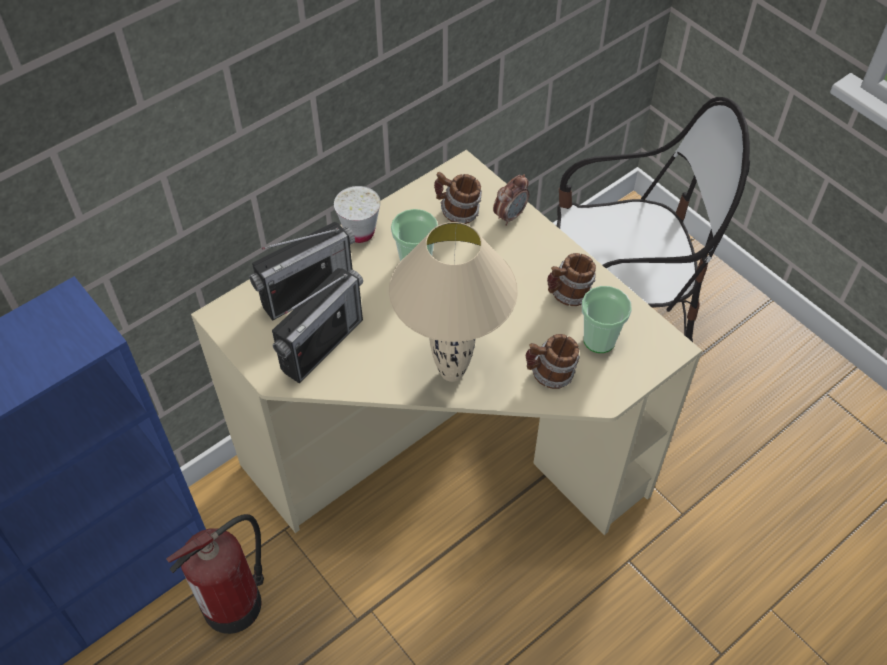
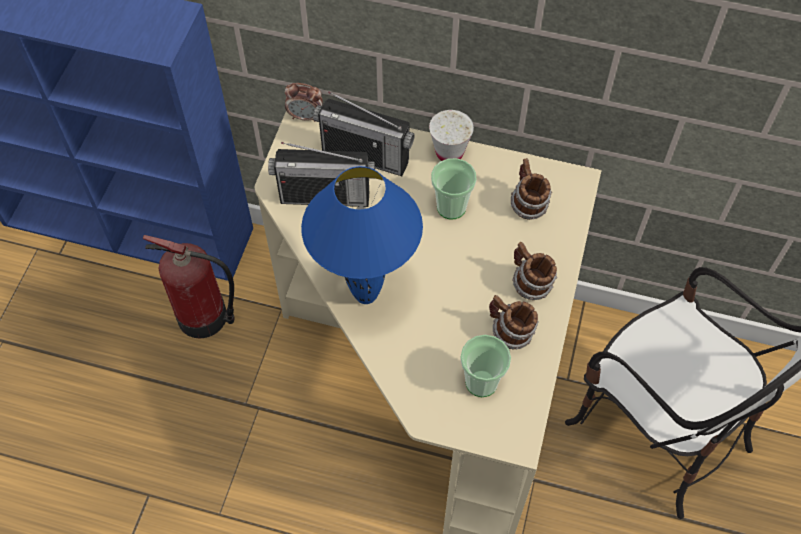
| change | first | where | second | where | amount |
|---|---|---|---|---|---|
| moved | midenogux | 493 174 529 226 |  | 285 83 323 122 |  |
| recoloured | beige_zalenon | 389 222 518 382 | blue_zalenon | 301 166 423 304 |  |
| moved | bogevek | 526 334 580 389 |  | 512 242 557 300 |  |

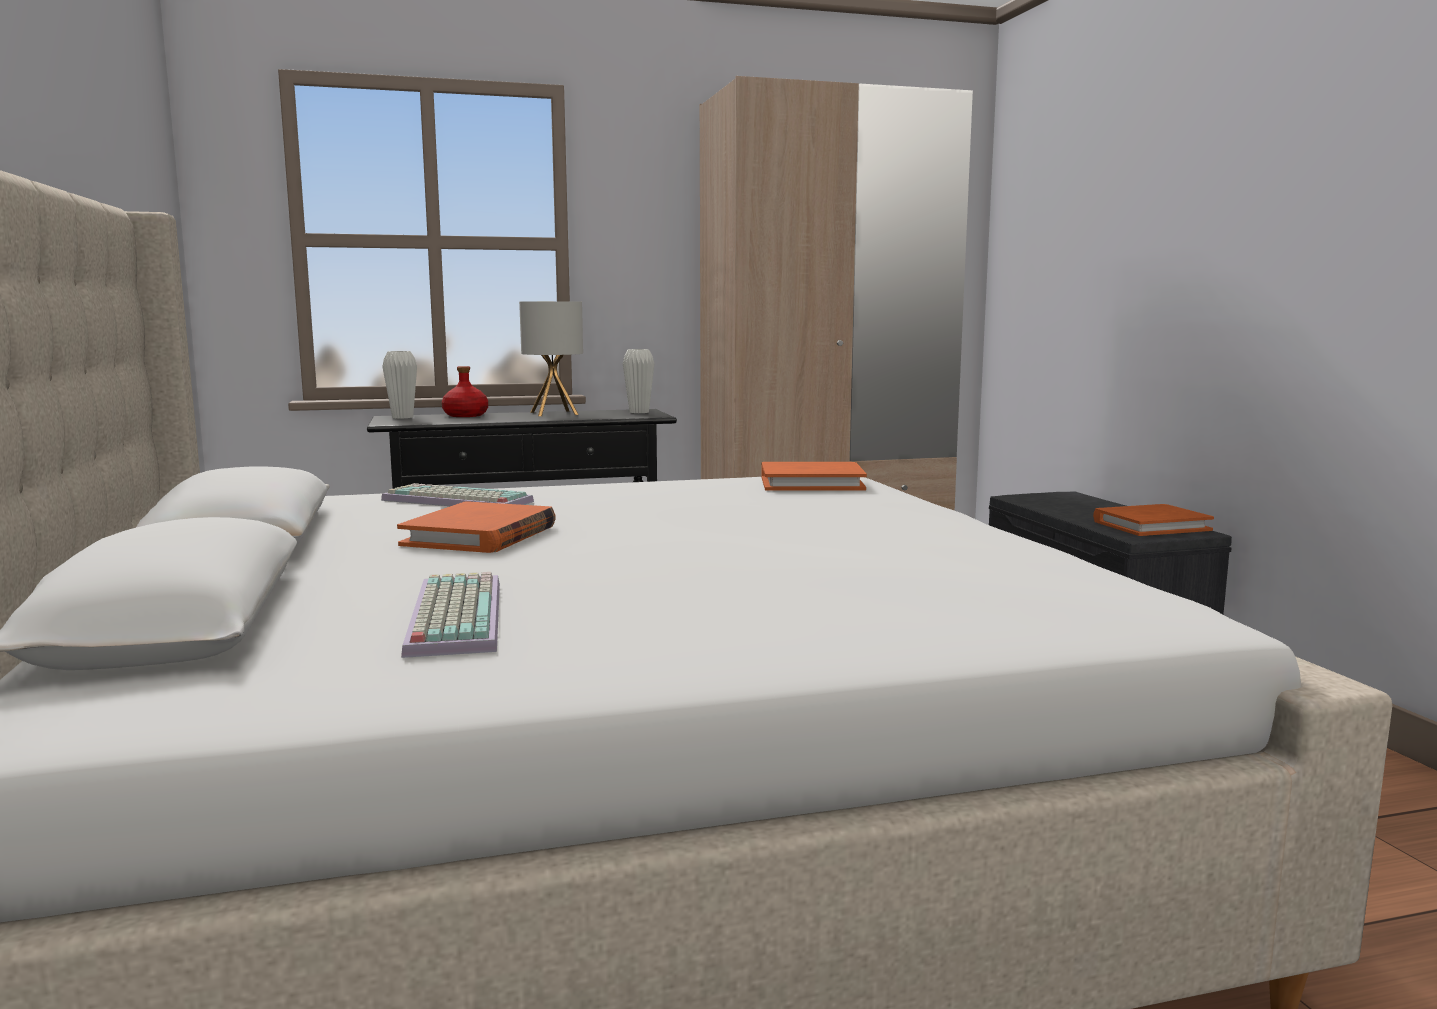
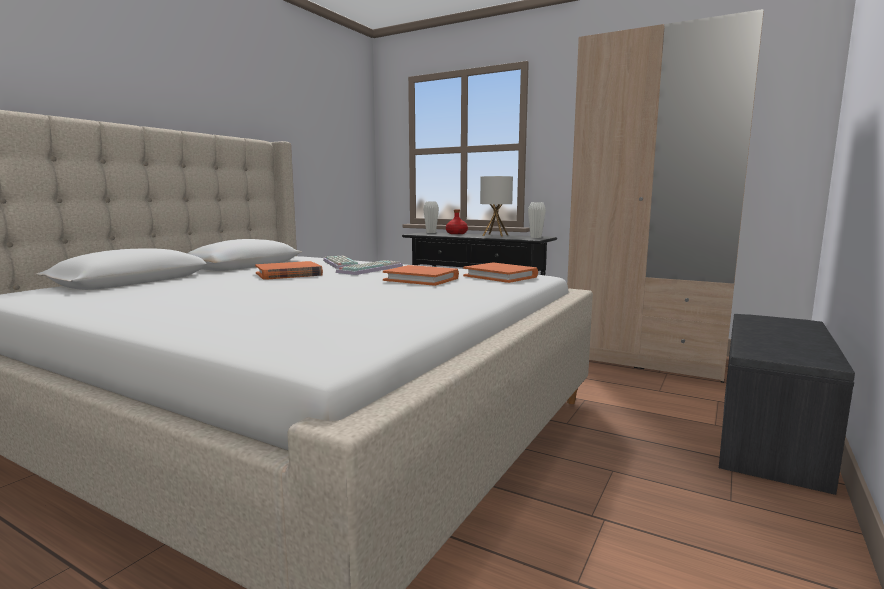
| change | first | where | second | where | amount |
|---|---|---|---|---|---|
| moved | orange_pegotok | 1093 504 1214 536 |  | 383 265 459 286 |  |
| moved | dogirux | 401 572 500 658 |  | 336 260 403 275 |  |

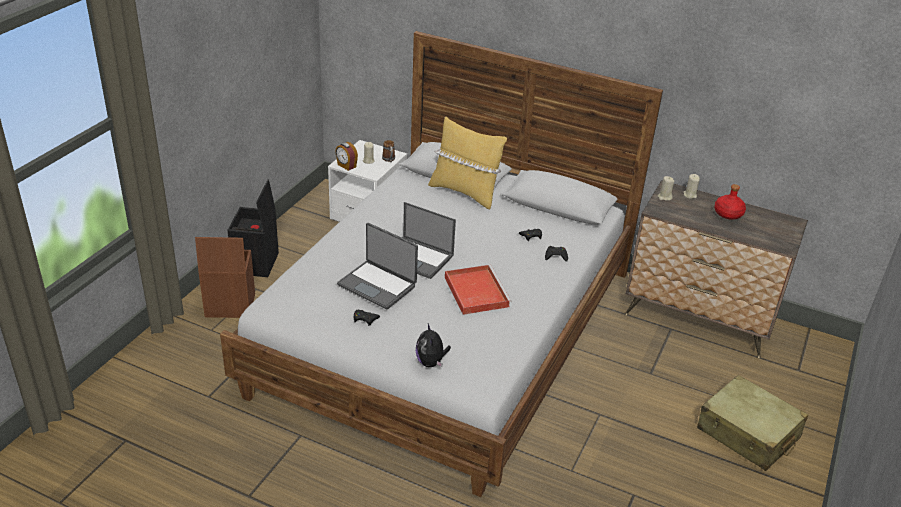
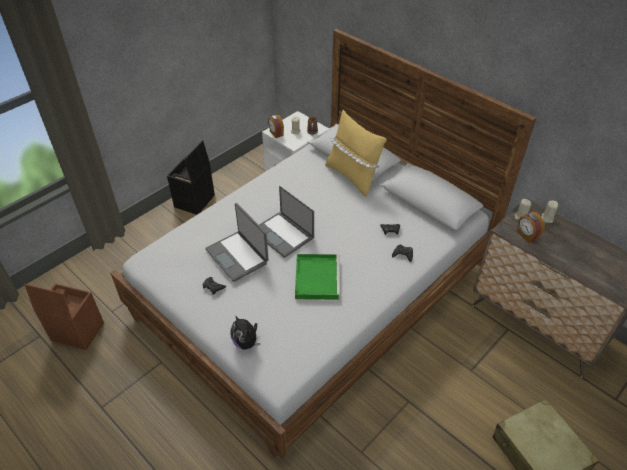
| change | first | where | second | where | amount |
|---|---|---|---|---|---|
| removed | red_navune | 714 184 746 219 |  |  |  |
| moved | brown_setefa | 195 237 255 318 |  | 25 283 104 350 |  |
| recoloured | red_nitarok | 445 265 512 315 | green_nitarok | 295 254 340 300 |  |
| turned | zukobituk | 416 323 451 367 |  | 231 315 260 350 | 45 degrees counterclockwise |
| added |  |  | midenogux | 517 212 545 243 |  |

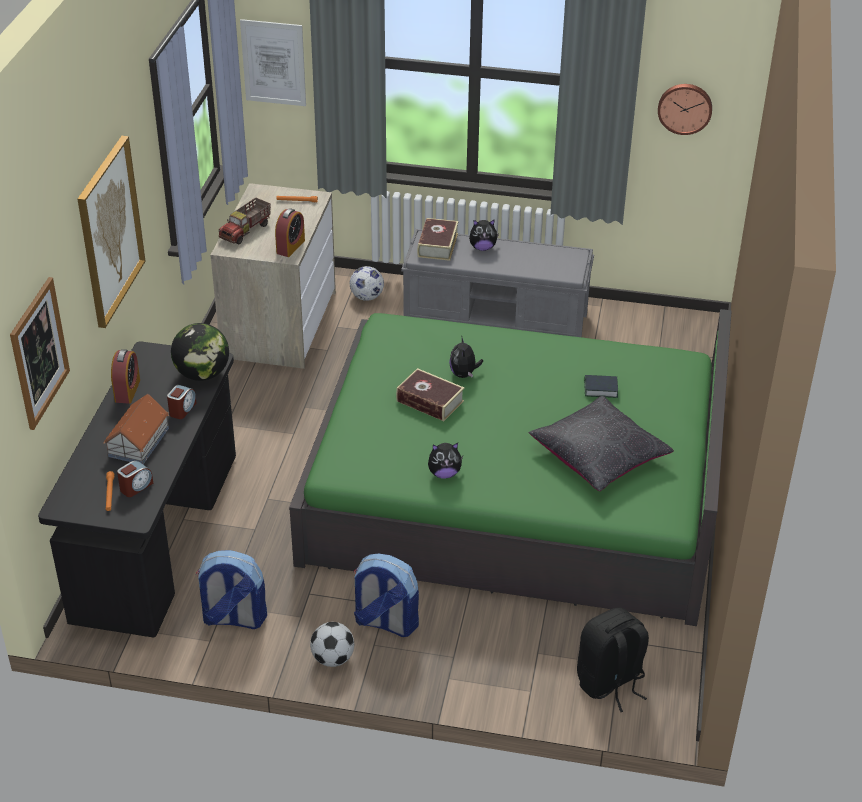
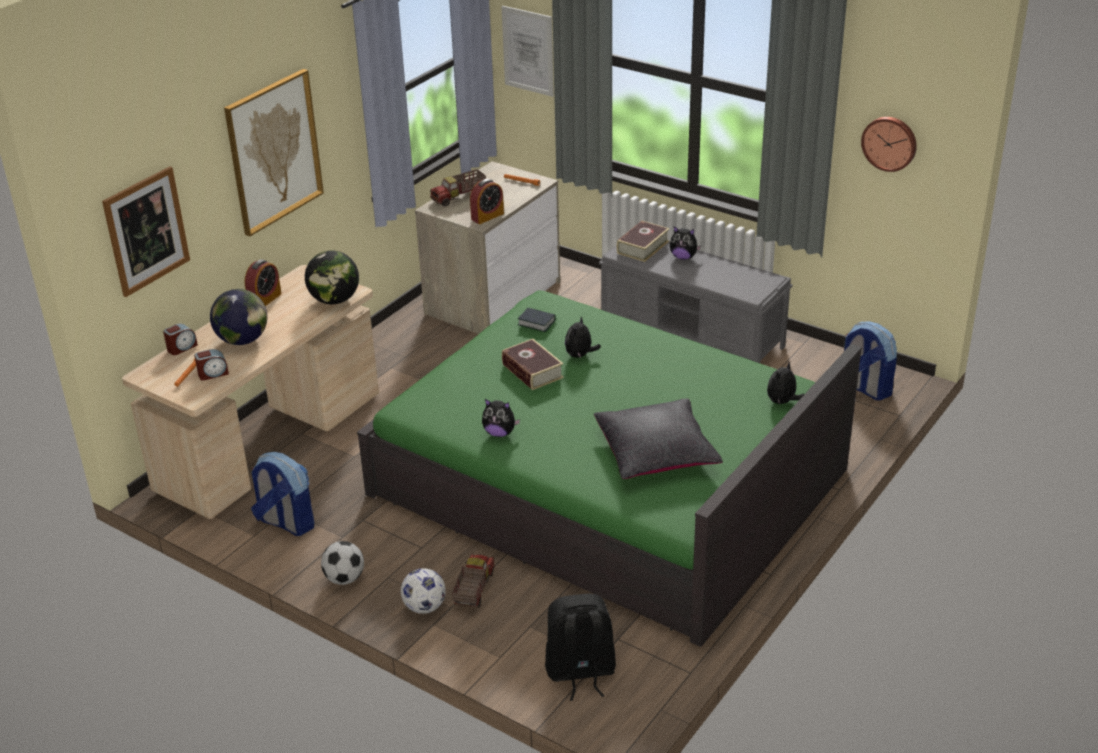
| change | first | where | second | where | amount |
|---|---|---|---|---|---|
| moved | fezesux | 350 266 384 301 |  | 401 568 446 614 |  |
| recoloured | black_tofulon | 38 342 236 637 | beige_tofulon | 122 265 379 519 |  |
| moved | pegotok | 584 375 618 398 |  | 518 308 556 332 |  |
| moved | midenogux | 167 385 196 419 |  | 163 324 198 355 |  |
| replaced | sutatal | 104 394 169 465 | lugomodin | 210 289 267 345 |  |
| moved | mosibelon | 353 554 419 637 |  | 844 321 897 400 |  |
| added |  |  | zukobituk | 767 362 804 404 |  |
| added |  |  | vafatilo | 452 554 495 607 |  |

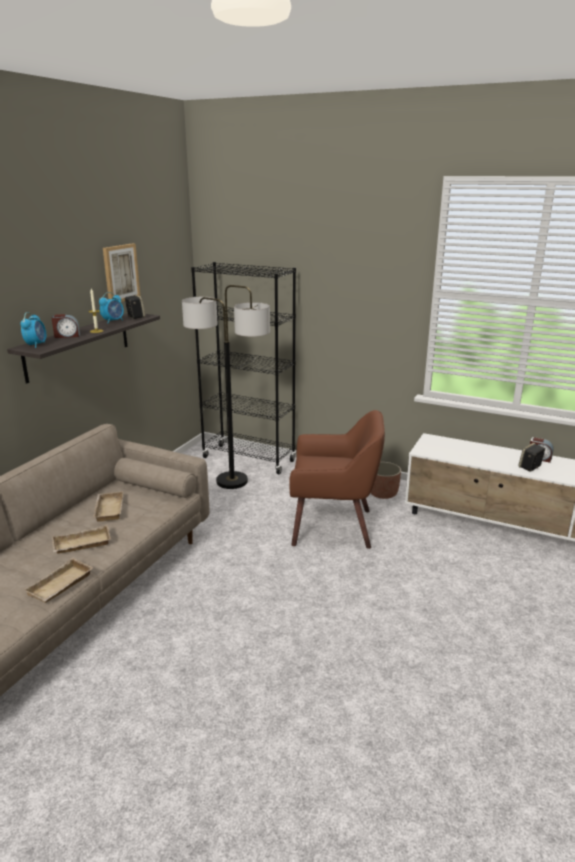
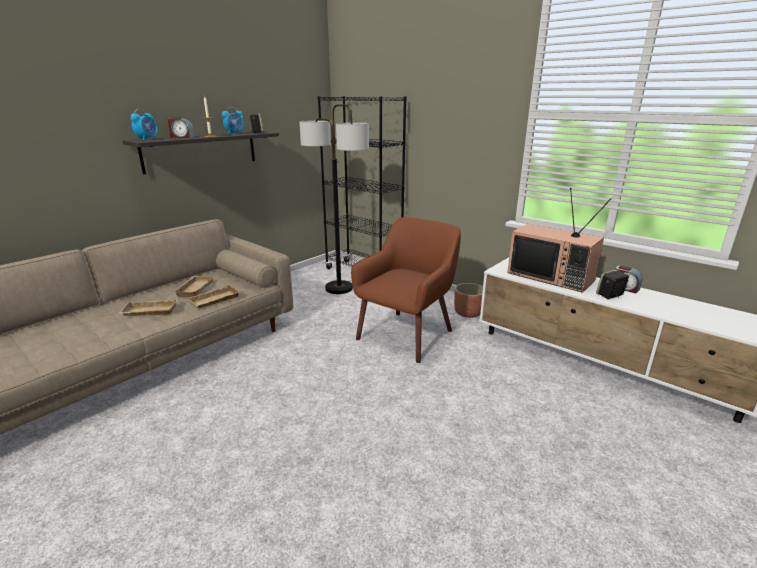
| change | first | where | second | where | amount |
|---|---|---|---|---|---|
| removed | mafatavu | 103 243 141 302 |  |  |  |
| turned | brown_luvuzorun | 289 410 385 549 |  | 351 217 461 363 | 75 degrees counterclockwise |
| moved | beige_nitarok | 24 558 94 603 |  | 187 284 241 309 |  |
| added |  |  | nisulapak | 507 188 611 293 |  |

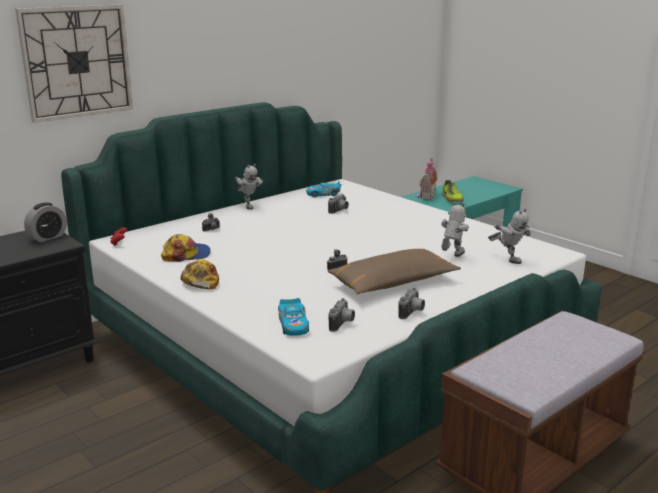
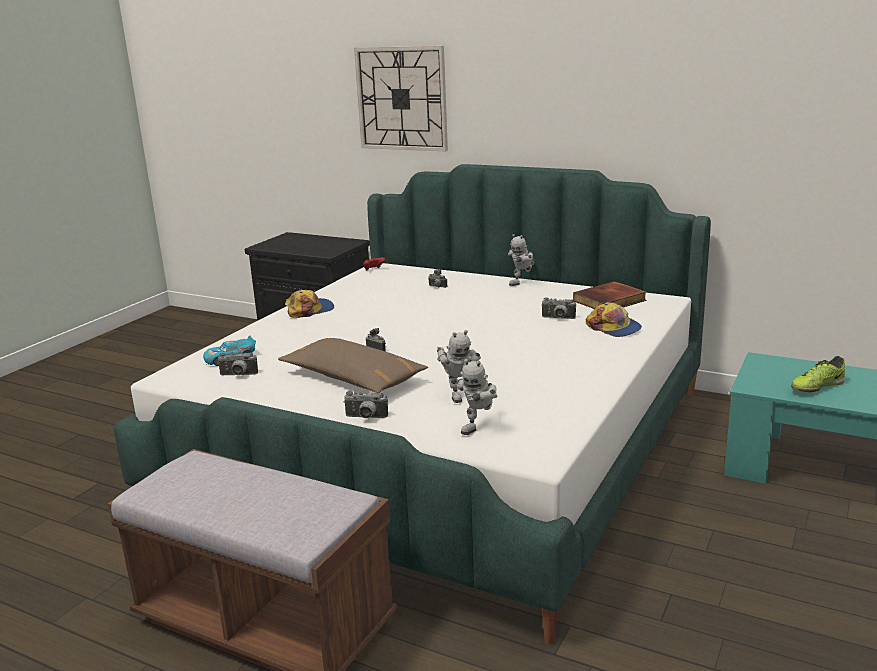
| change | first | where | second | where | amount |
|---|---|---|---|---|---|
| removed | sutatal | 417 158 437 200 |  |  |  |
| replaced | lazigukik | 306 181 342 197 | pegotok | 573 281 646 309 |  |
| removed | midenogux | 24 202 67 242 |  |  |  |
| turned | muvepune | 441 202 469 257 |  | 437 330 481 403 | 60 degrees clockwise |
| moved | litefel | 161 234 211 262 |  | 586 302 642 337 |  |
| moved | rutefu | 398 288 425 319 |  | 343 391 388 419 |  |

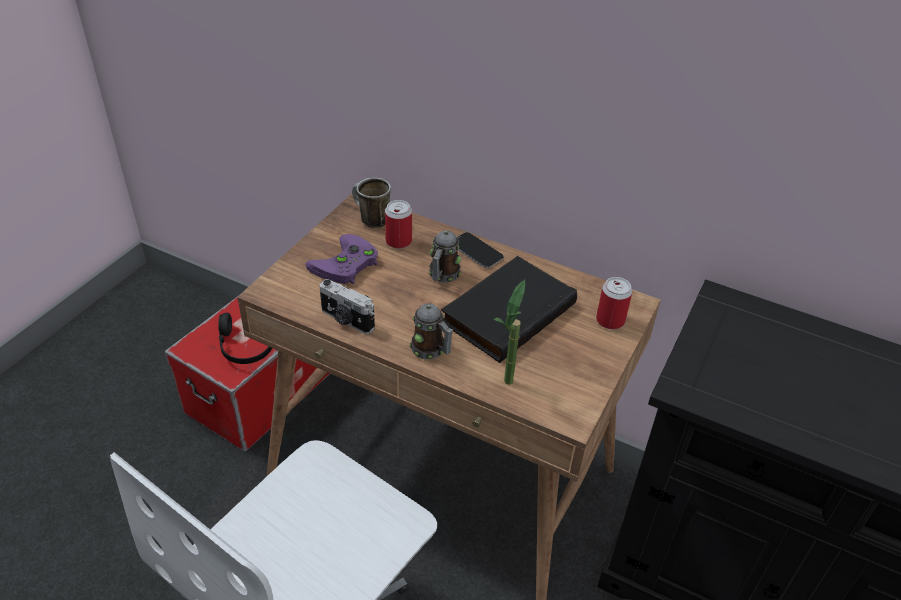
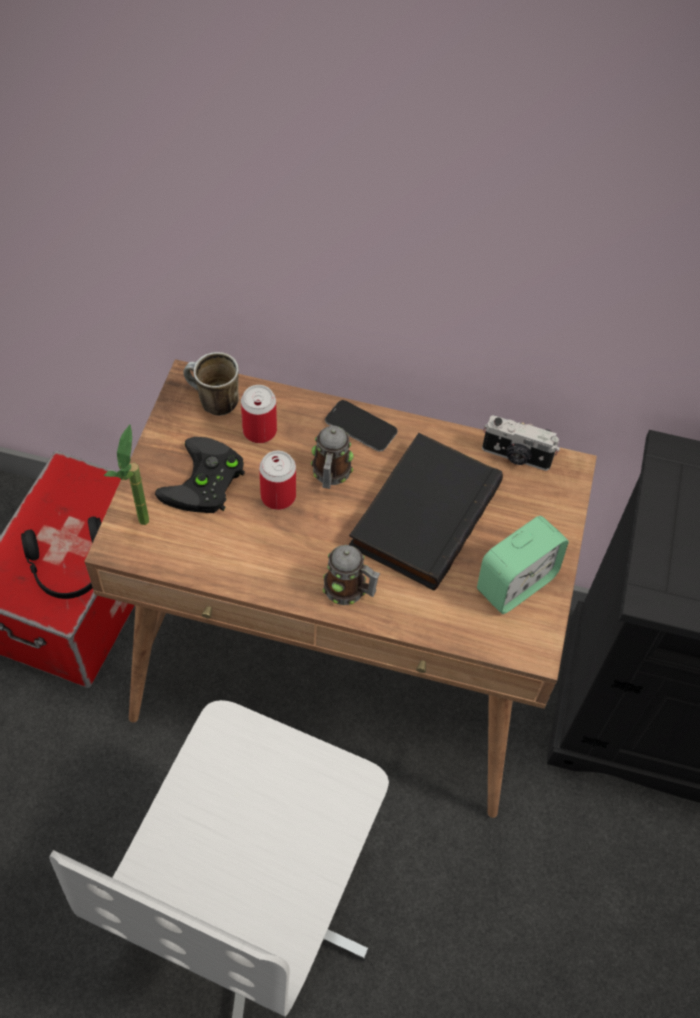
| change | first | where | second | where | amount |
|---|---|---|---|---|---|
| recoloured | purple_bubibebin | 305 234 378 284 | black_bubibebin | 155 437 245 513 |  |
| moved | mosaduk | 596 277 632 329 |  | 259 451 296 510 |  |
| moved | rutefu | 319 279 375 334 |  | 482 415 560 471 |  |
| moved | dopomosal | 493 279 525 385 |  | 103 425 149 525 |  |
| added |  |  | midenogux | 477 516 569 614 |  |

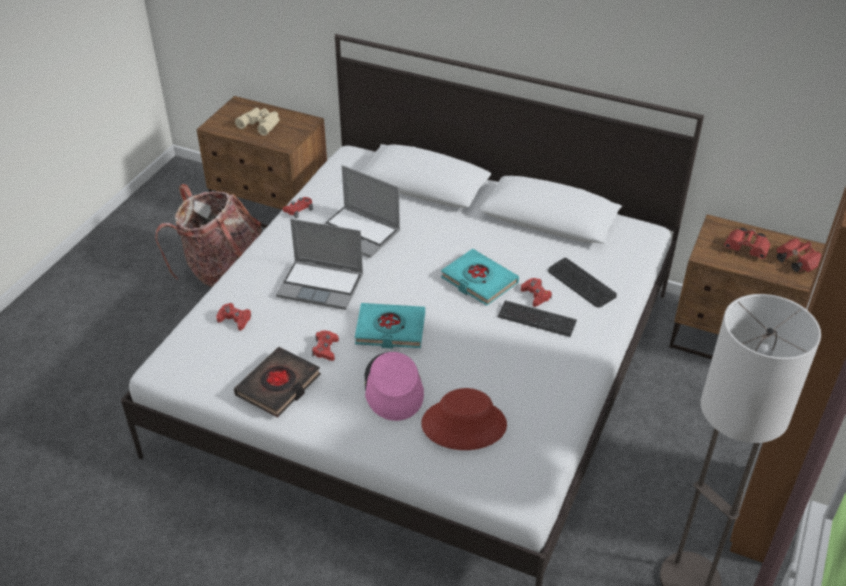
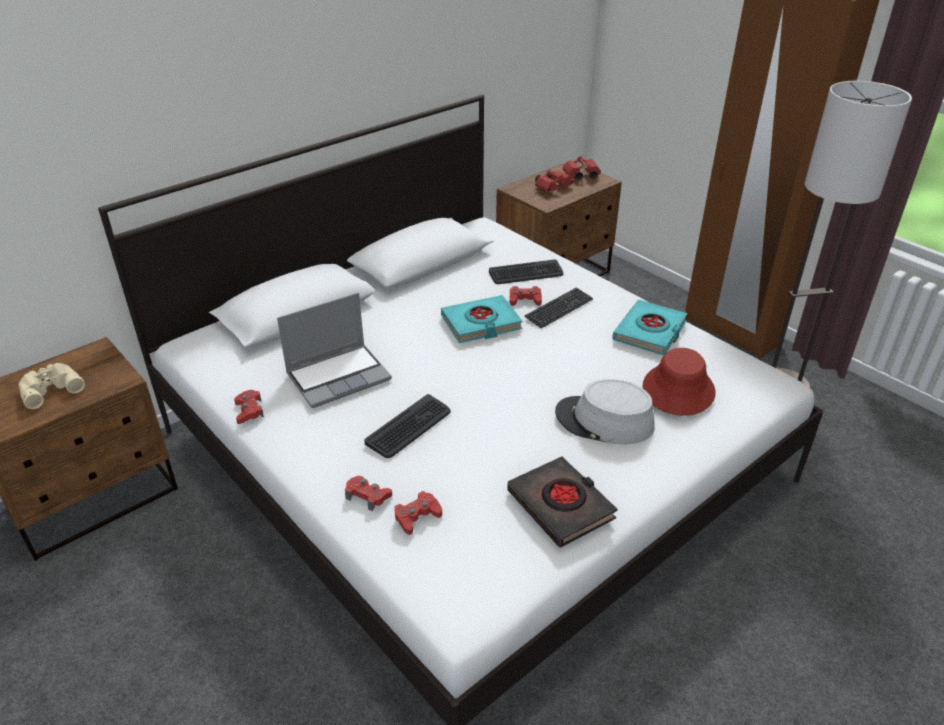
| change | first | where | second | where | amount |
|---|---|---|---|---|---|
| removed | mosibelon | 155 184 262 287 |  |  |  |
| replaced | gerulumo | 276 219 363 310 | dogirux | 364 394 451 458 |  |
| moved | turquoise_pegotok | 355 303 425 349 |  | 612 300 688 355 |  |
| moved | red_bubibebin | 312 330 339 361 |  | 345 476 392 511 |  |
| recoloured | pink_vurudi | 364 352 424 421 | grey_vurudi | 555 379 655 444 |  |

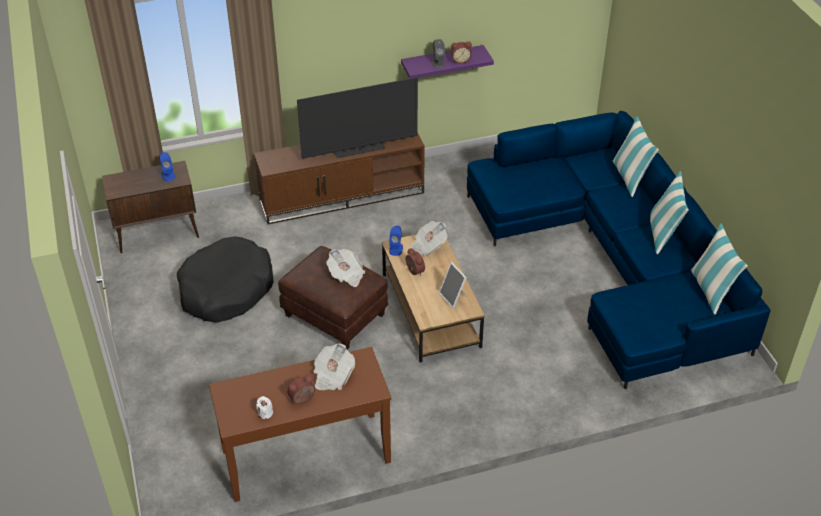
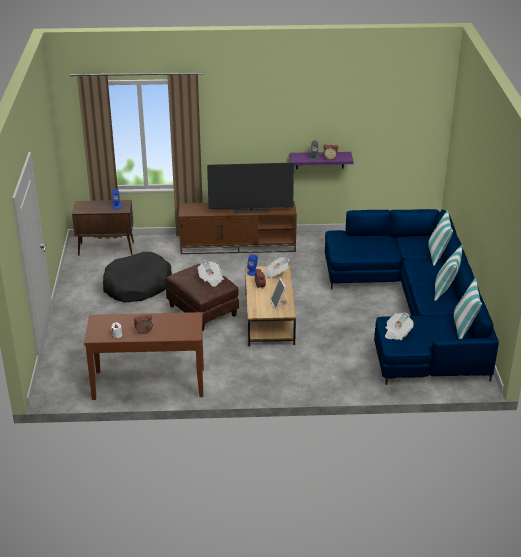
| change | first | where | second | where | amount |
|---|---|---|---|---|---|
| moved | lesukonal | 313 343 355 390 |  | 385 313 414 340 |  |

